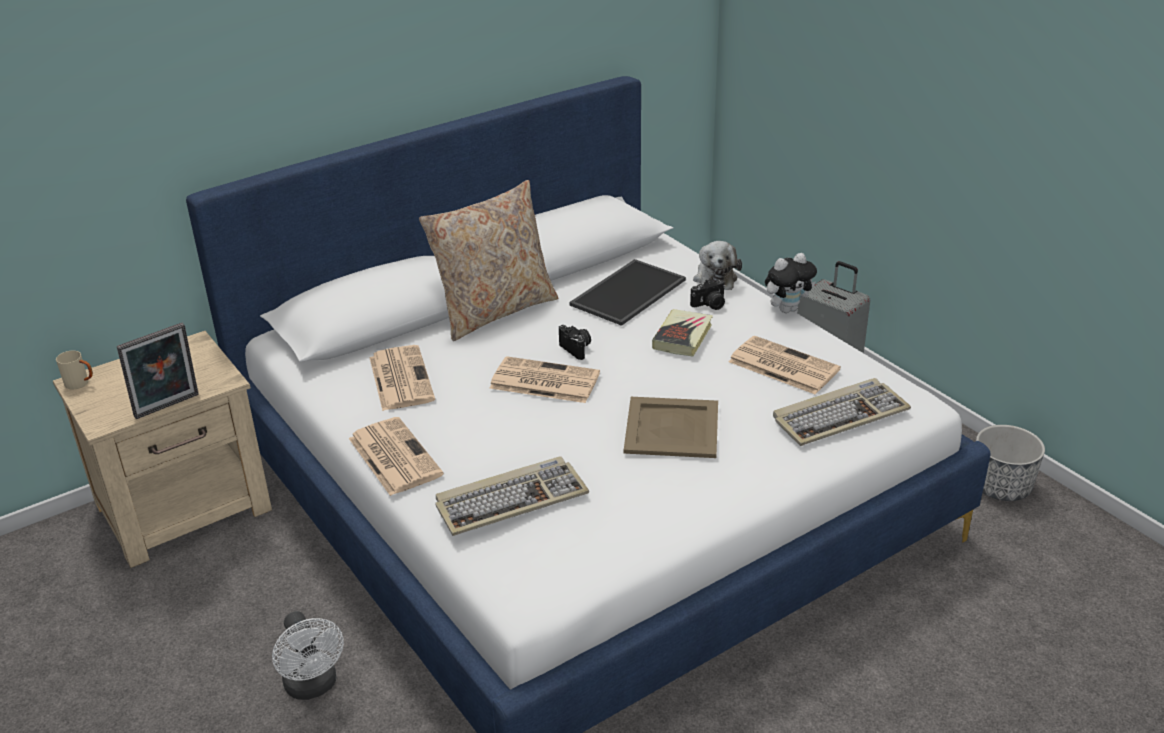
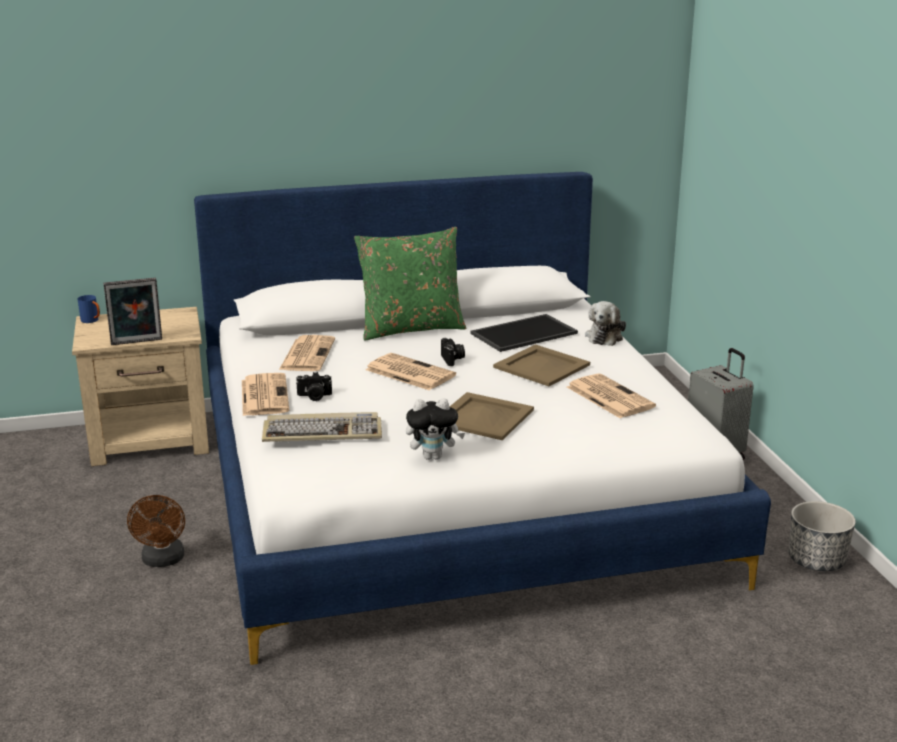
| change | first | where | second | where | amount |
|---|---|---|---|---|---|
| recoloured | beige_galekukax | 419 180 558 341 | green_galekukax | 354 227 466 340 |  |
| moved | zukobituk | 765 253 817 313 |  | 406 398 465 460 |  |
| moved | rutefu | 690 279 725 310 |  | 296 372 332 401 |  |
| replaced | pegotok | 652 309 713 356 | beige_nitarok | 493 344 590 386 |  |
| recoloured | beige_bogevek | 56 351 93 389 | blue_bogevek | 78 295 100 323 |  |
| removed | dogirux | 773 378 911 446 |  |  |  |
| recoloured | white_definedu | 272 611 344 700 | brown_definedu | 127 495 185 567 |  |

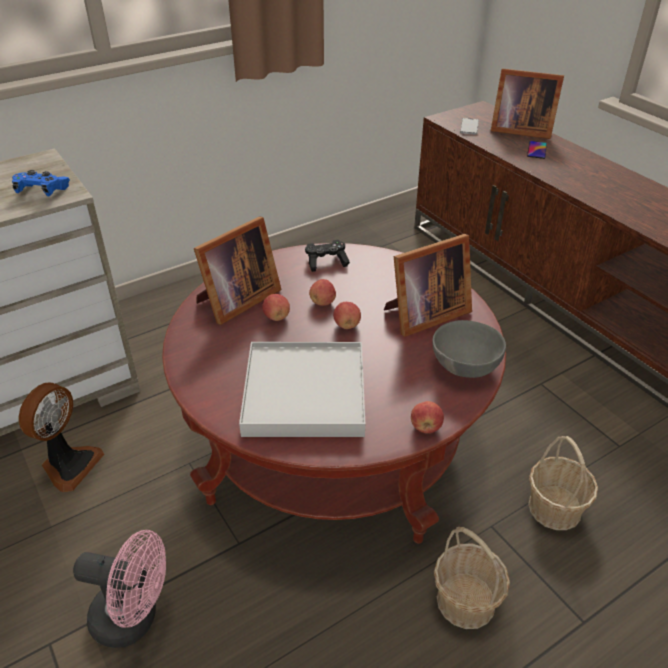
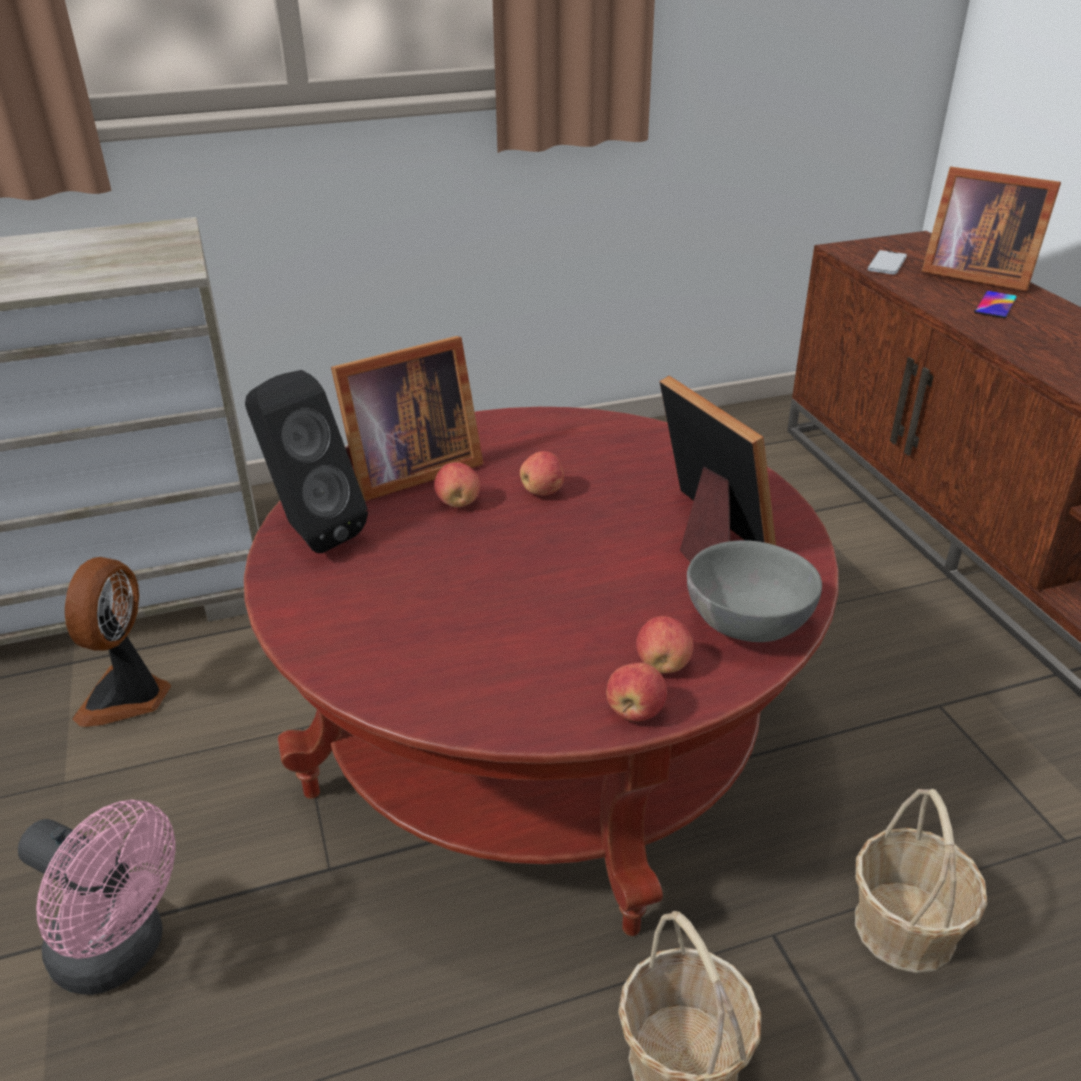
| change | first | where | second | where | amount |
|---|---|---|---|---|---|
| removed | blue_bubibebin | 12 170 70 196 |  |  |  |
| turned | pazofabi | 384 234 472 337 |  | 659 376 776 562 | 105 degrees counterclockwise |
| removed | black_bubibebin | 305 240 350 272 |  |  |  |
| moved | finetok | 333 302 361 329 |  | 636 616 693 673 |  |
| removed | white_nitarok | 239 342 365 437 |  |  |  |
| turned | definedu | 19 383 104 492 |  | 65 557 171 727 | 150 degrees clockwise |
| added |  |  | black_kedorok | 245 370 368 553 |  |

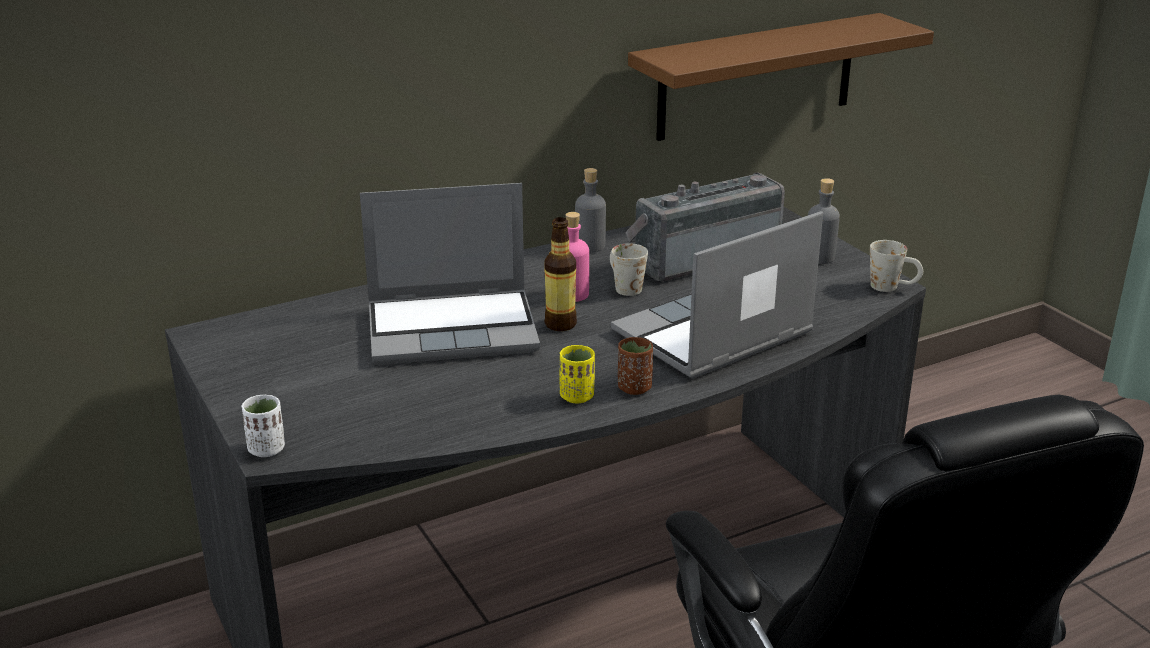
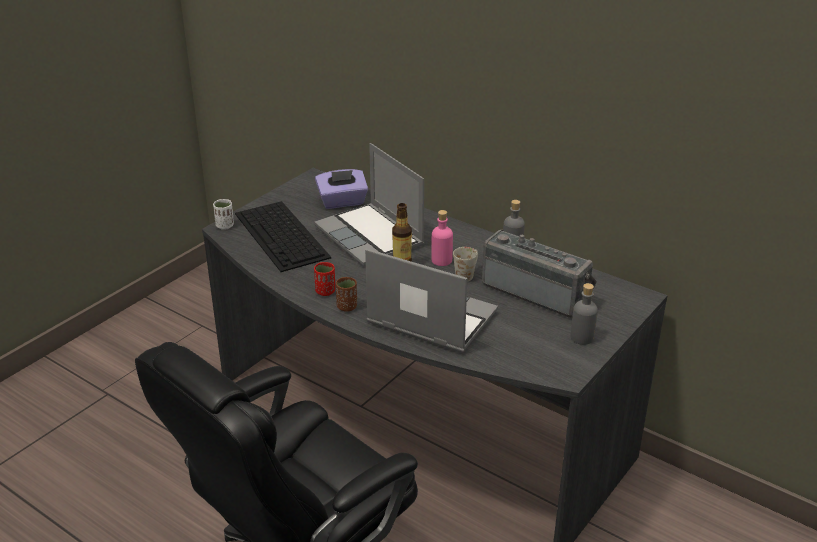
| change | first | where | second | where | amount |
|---|---|---|---|---|---|
| removed | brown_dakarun | 628 13 934 141 |  |  |  |
| removed | white_bogevek | 870 240 923 292 |  |  |  |
| recoloured | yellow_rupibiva | 560 345 595 403 | red_rupibiva | 314 262 335 296 |  |
| added |  |  | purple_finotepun | 315 169 368 209 |  |
| added |  |  | dogirux | 235 201 331 272 |  |

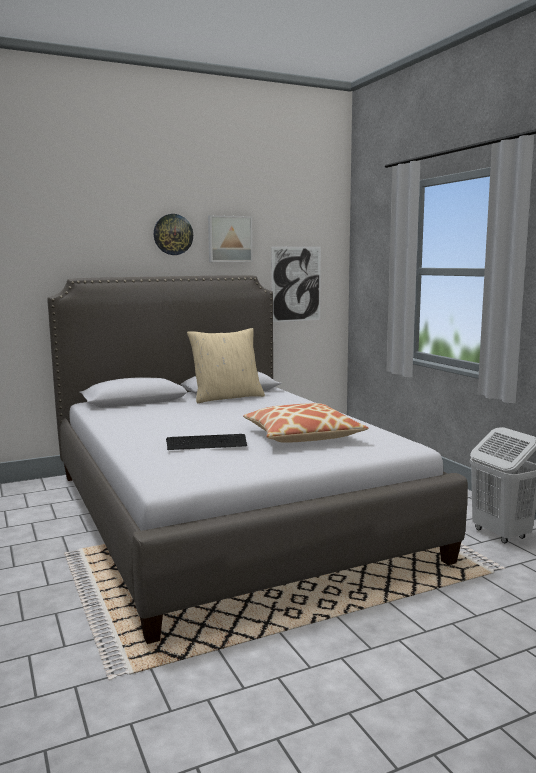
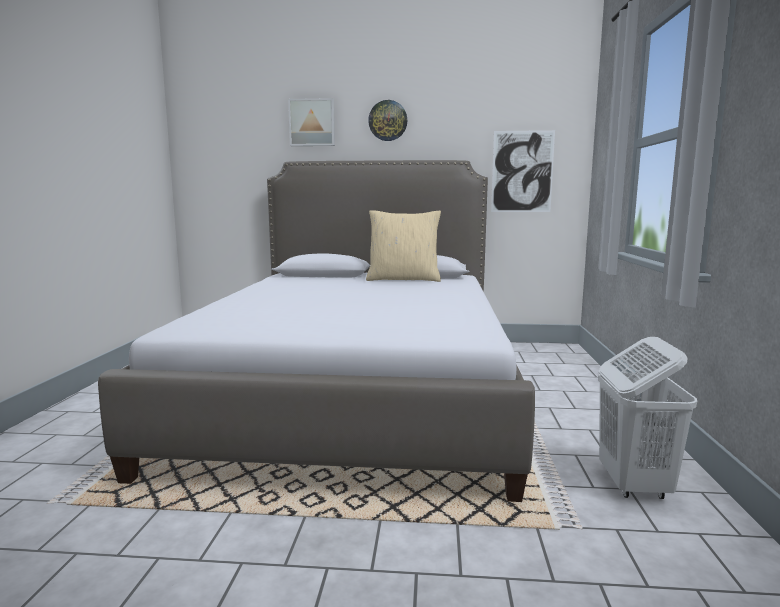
| change | first | where | second | where | amount |
|---|---|---|---|---|---|
| moved | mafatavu | 208 215 253 262 |  | 288 98 335 146 |  |
| removed | galekukax | 243 403 368 443 |  |  |  |
| removed | dogirux | 166 434 247 450 |  |  |  |

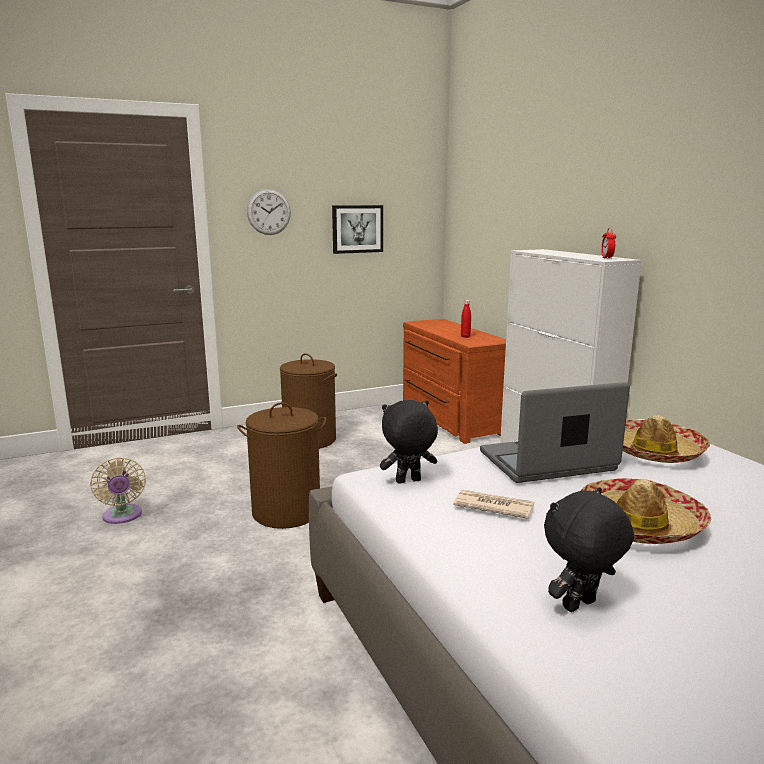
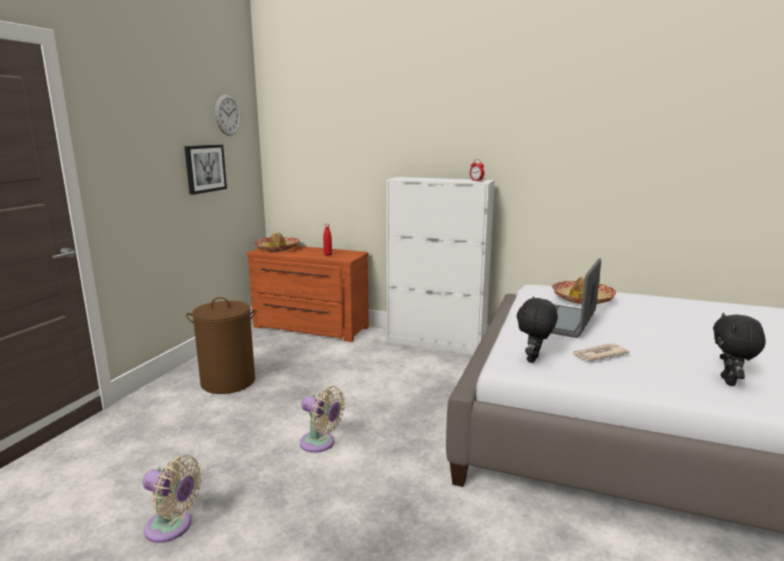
| change | first | where | second | where | amount |
|---|---|---|---|---|---|
| moved | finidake | 247 189 291 235 |  | 215 95 240 136 |  |
| replaced | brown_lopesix | 237 402 326 529 | beige_definedu | 300 386 345 453 |  |
| moved | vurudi | 581 478 711 544 |  | 254 232 300 252 |  |

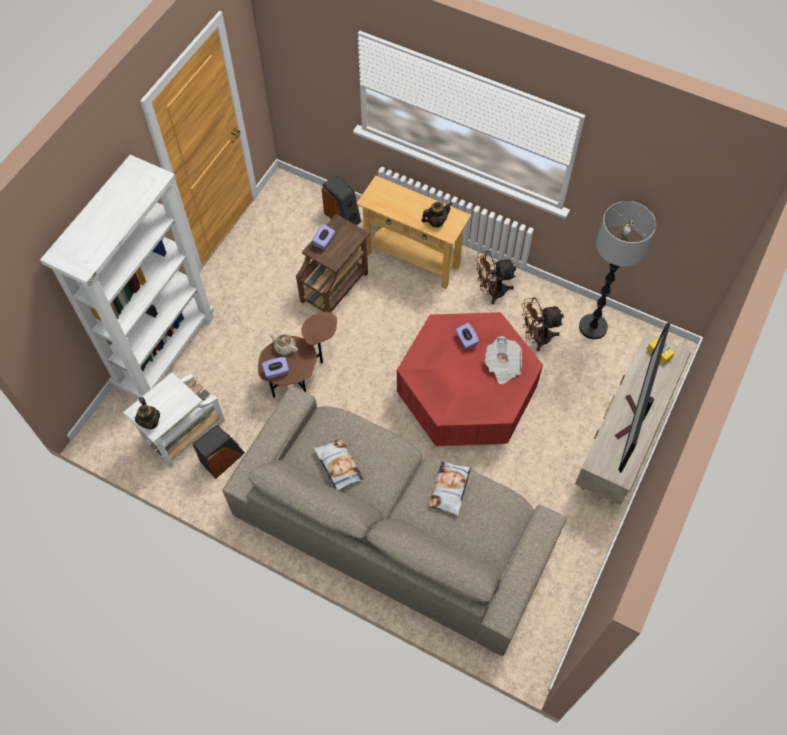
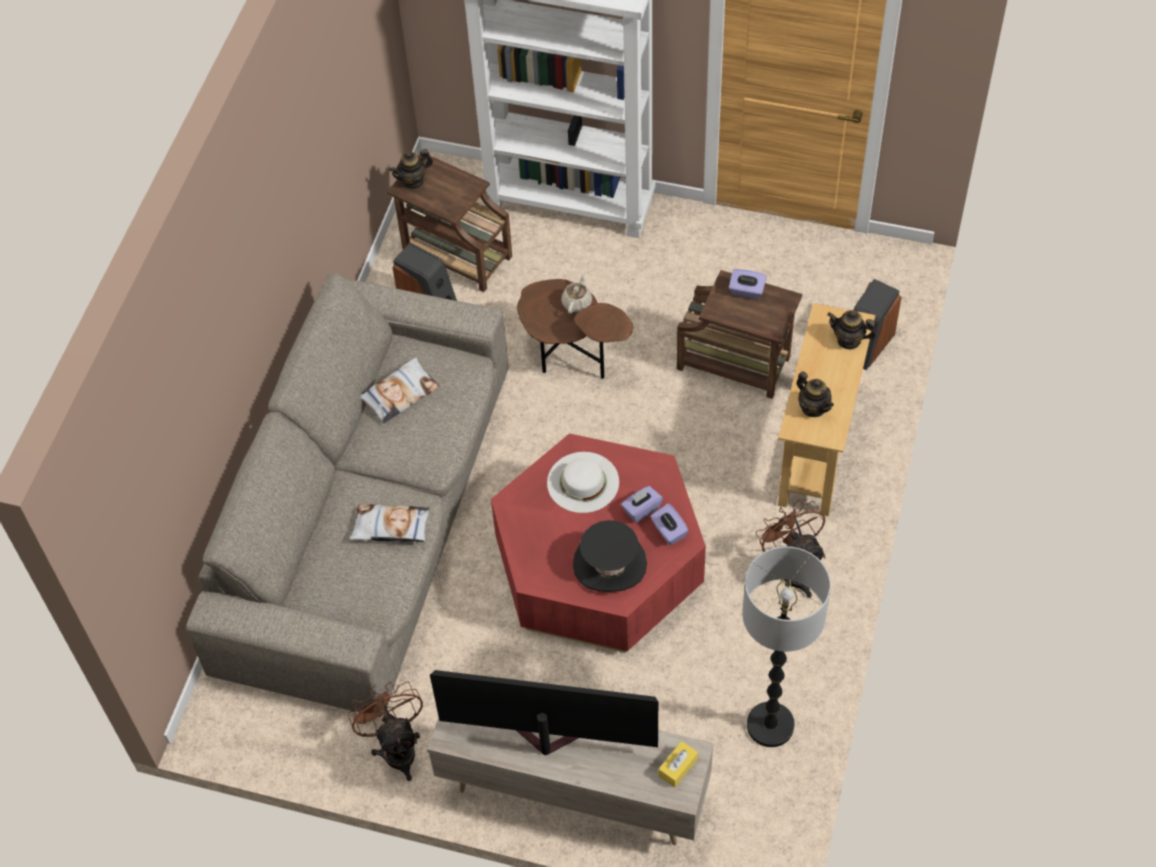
| change | first | where | second | where | amount |
|---|---|---|---|---|---|
| moved | brown_definedu | 522 297 564 351 |  | 348 681 423 781 |  |
| replaced | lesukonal | 485 336 522 384 | black_vurudi | 573 520 647 592 |  |
| moved | purple_finotepun | 262 357 289 379 |  | 650 503 689 545 |  |
| recoloured | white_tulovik | 123 372 225 468 | brown_tulovik | 387 154 512 292 |  |
| added |  |  | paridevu | 827 310 876 350 |  |
| added |  |  | white_vurudi | 547 452 619 513 |  |

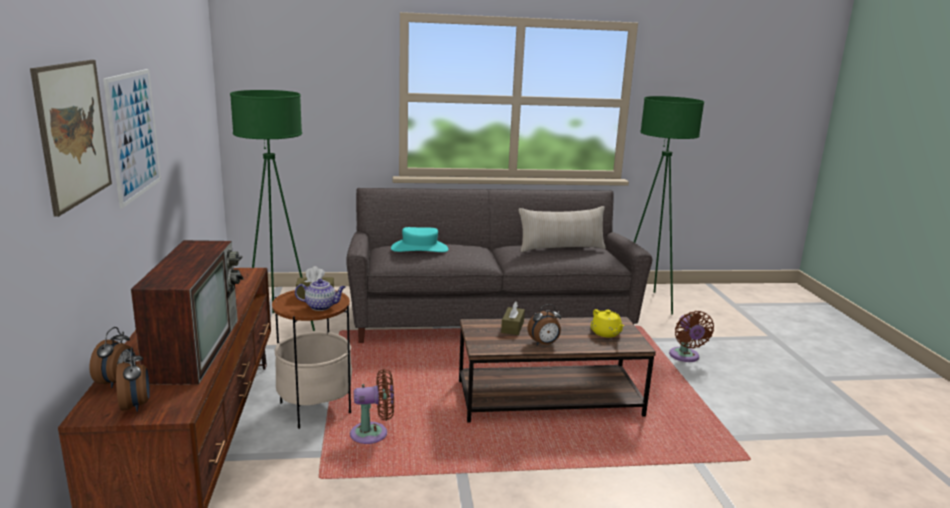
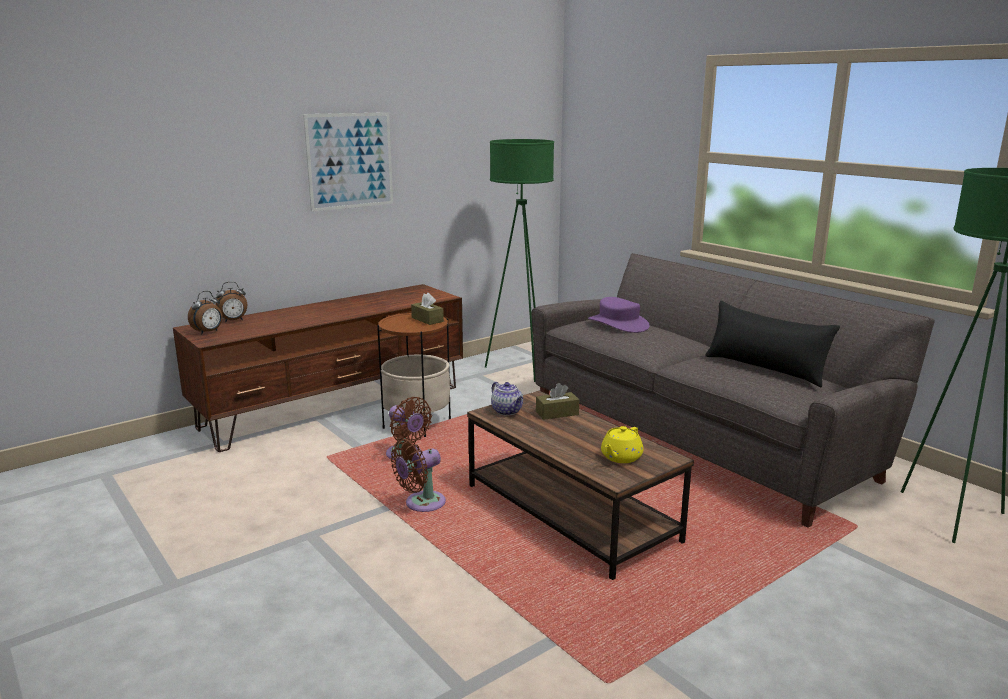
| change | first | where | second | where | amount |
|---|---|---|---|---|---|
| removed | mafatavu | 30 60 112 217 |  |  |  |
| recoloured | beige_galekukax | 519 206 606 252 | black_galekukax | 705 301 840 387 |  |
| recoloured | turquoise_vurudi | 391 227 448 252 | purple_vurudi | 588 297 650 333 |  |
| removed | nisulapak | 131 240 244 384 |  |  |  |
| moved | paridevu | 295 279 346 311 |  | 491 382 523 416 |  |
| removed | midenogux | 527 304 561 345 |  |  |  |
| moved | brown_definedu | 669 311 714 362 |  | 391 439 446 512 |  |

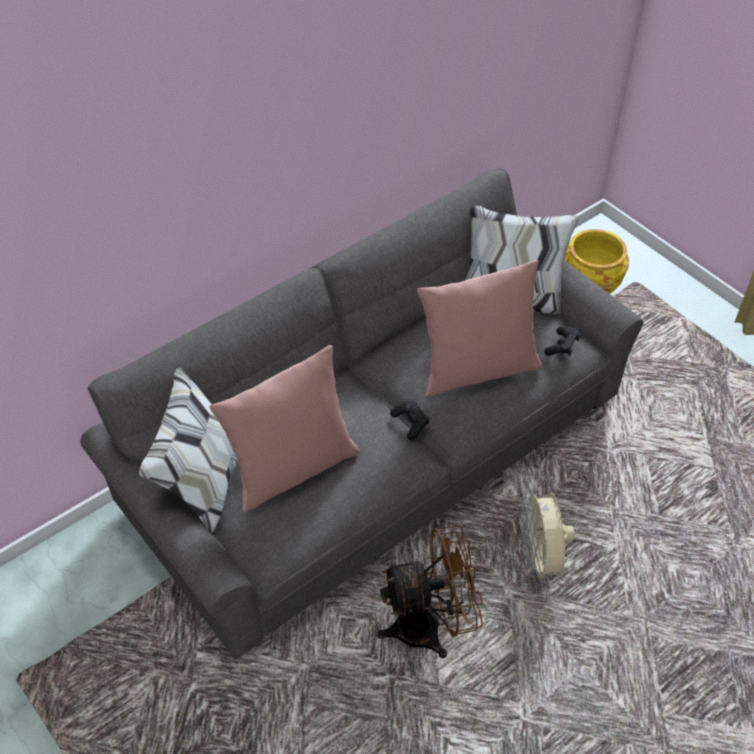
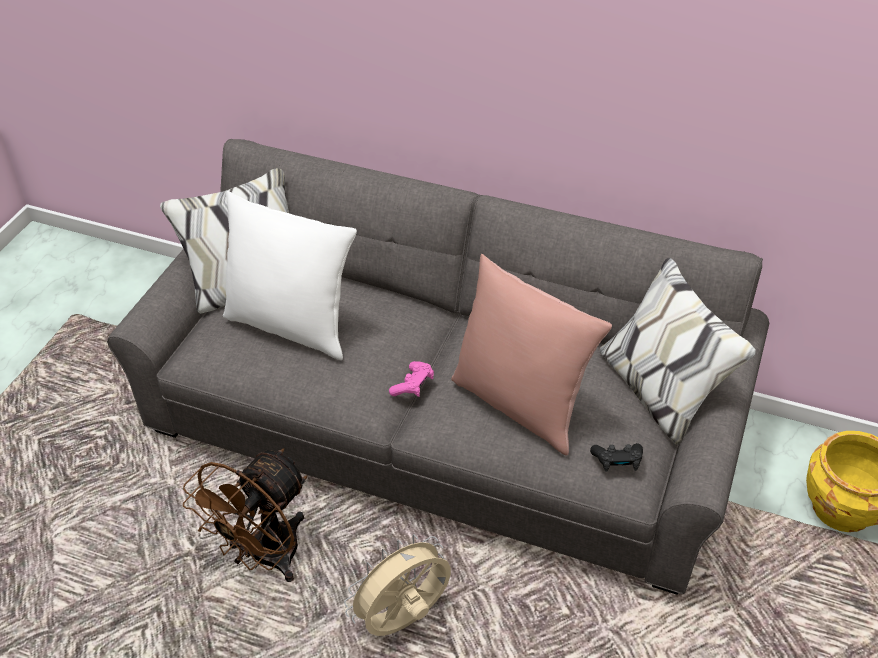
| change | first | where | second | where | amount |
|---|---|---|---|---|---|
| recoloured | pink_galekukax | 209 345 360 512 | white_galekukax | 223 191 357 360 |  |
| recoloured | black_bubibebin | 390 400 429 440 | pink_bubibebin | 389 361 434 397 |  |
| turned | brown_definedu | 377 525 483 658 |  | 183 449 307 582 | 75 degrees clockwise |

